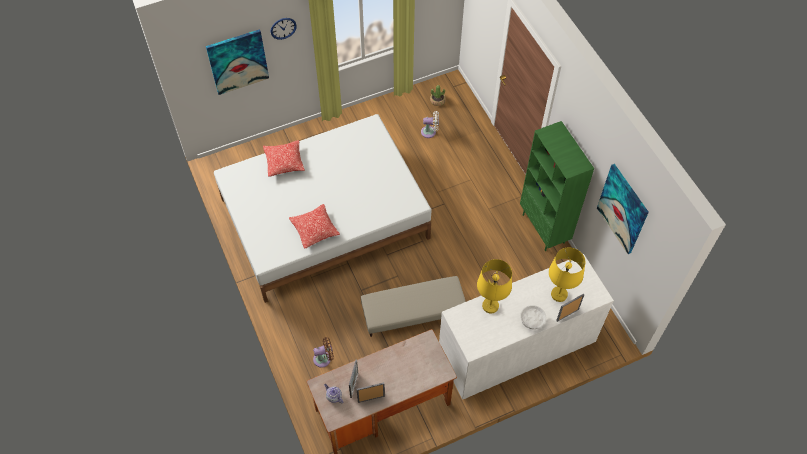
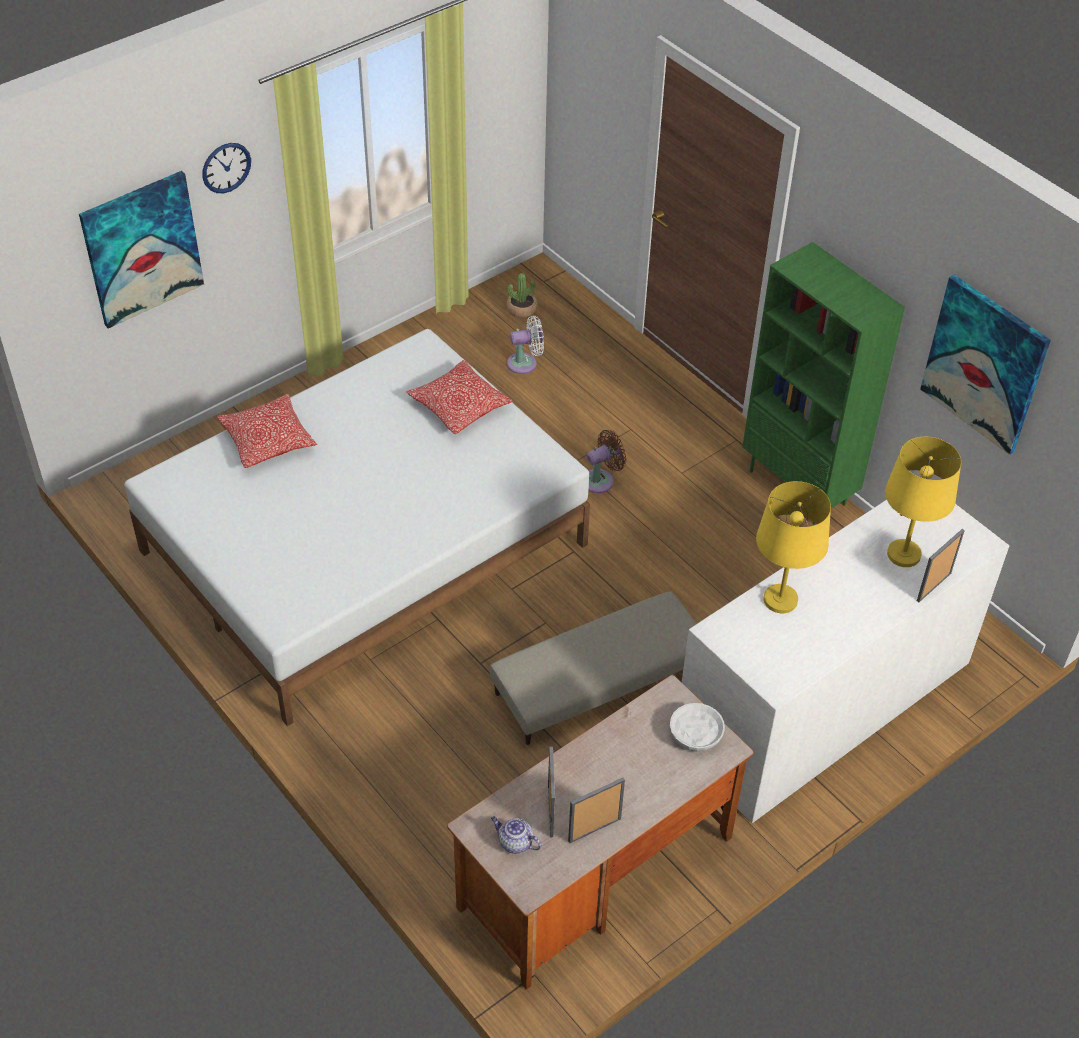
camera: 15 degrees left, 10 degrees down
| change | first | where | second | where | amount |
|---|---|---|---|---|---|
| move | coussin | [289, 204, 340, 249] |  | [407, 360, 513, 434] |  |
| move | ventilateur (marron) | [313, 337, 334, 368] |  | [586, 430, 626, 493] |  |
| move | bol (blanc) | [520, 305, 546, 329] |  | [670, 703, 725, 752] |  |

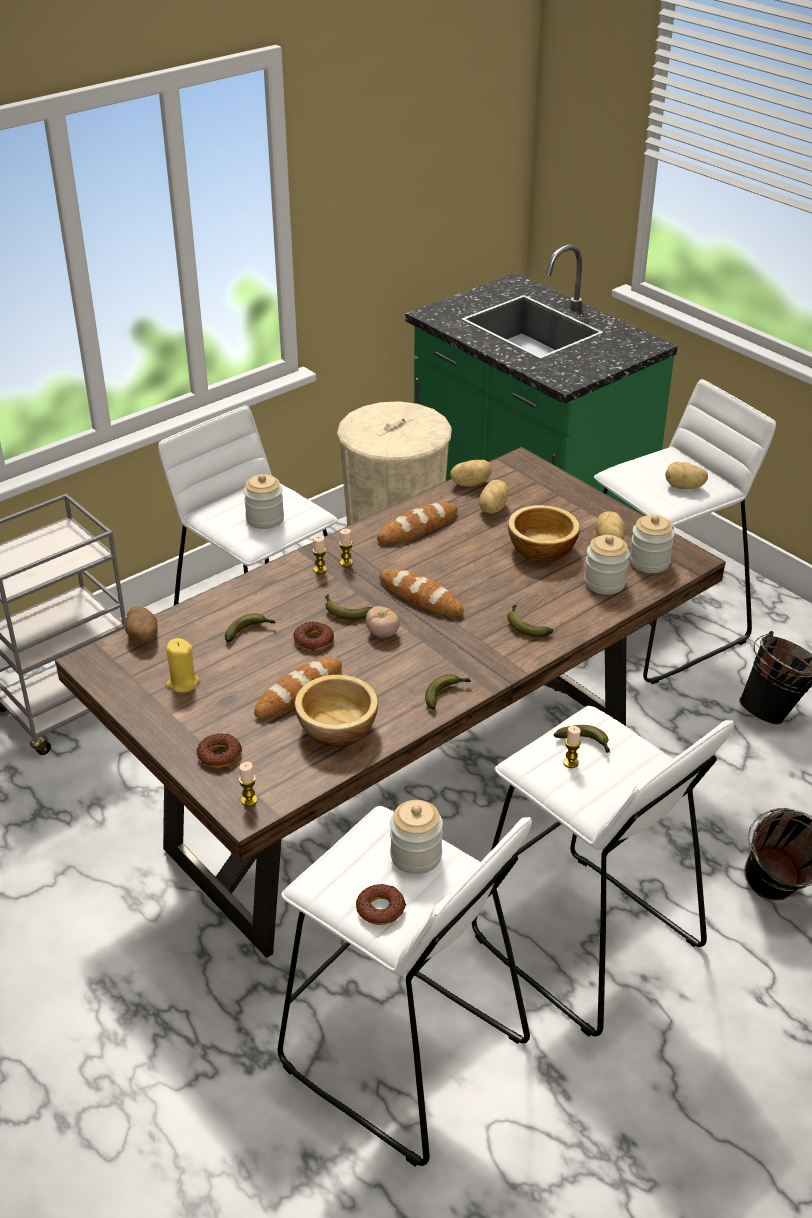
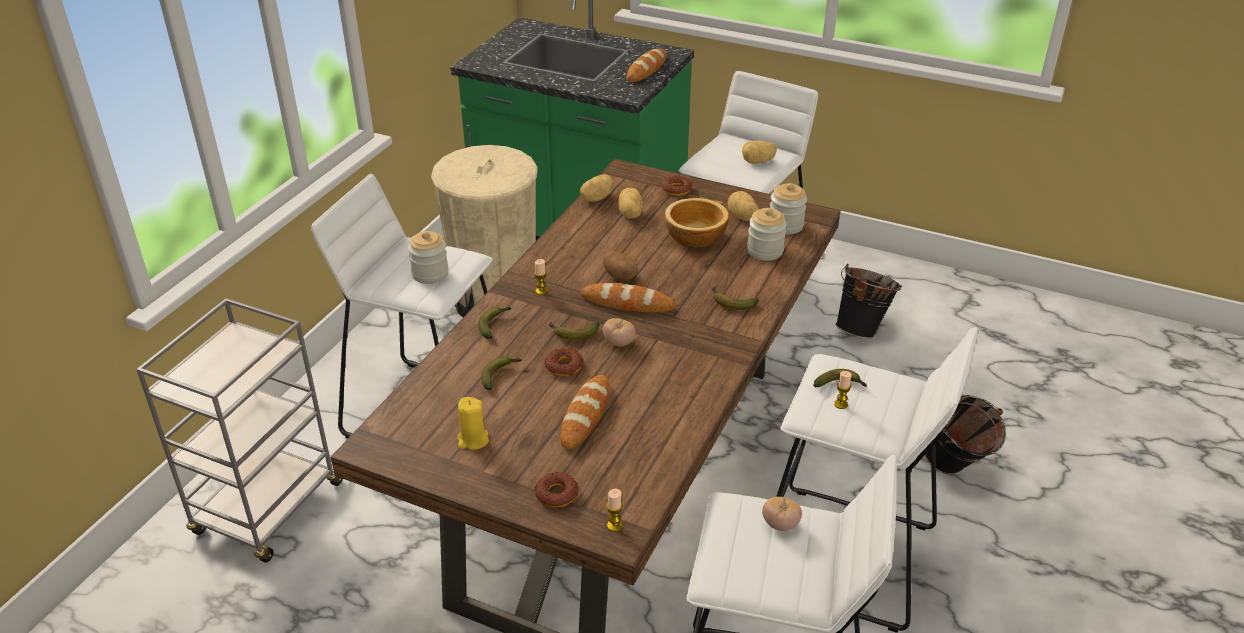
camera: 25 degrees left, 0 degrees up
| change | first | where | second | where | amount |
|---|---|---|---|---|---|
| move | pomme de terre | [125, 607, 158, 643] |  | [603, 251, 638, 280] |  |
| delete | bol | [295, 675, 378, 747] |  |  |  |
| delete | bougie | [313, 535, 327, 574] |  |  |  |
| move | beignet | [356, 884, 406, 925] |  | [662, 175, 693, 196] |  |
| move | pain | [377, 503, 458, 544] |  | [626, 49, 667, 82] |  |
| replace | bocal | [390, 800, 443, 874] | tomate | [762, 497, 802, 531] |  |
| move | banane | [425, 674, 471, 710] |  | [478, 307, 511, 339] |  |

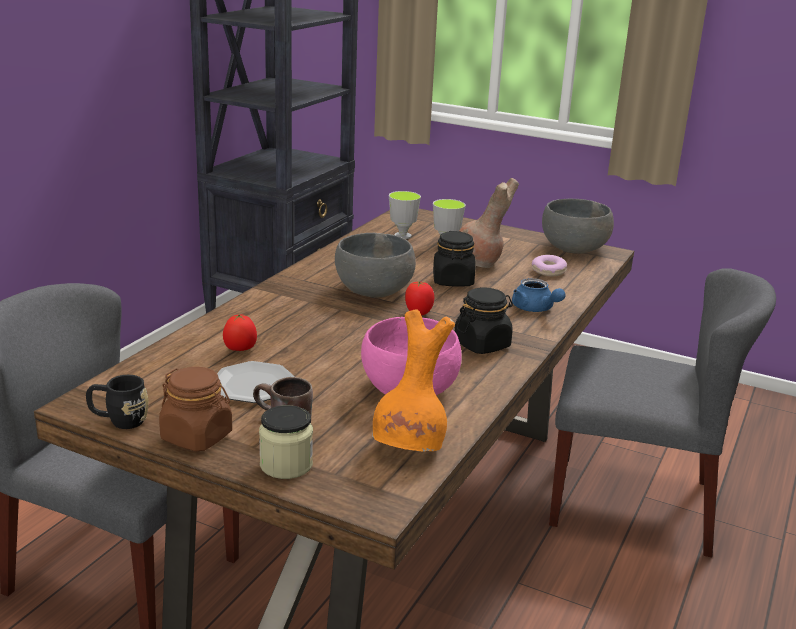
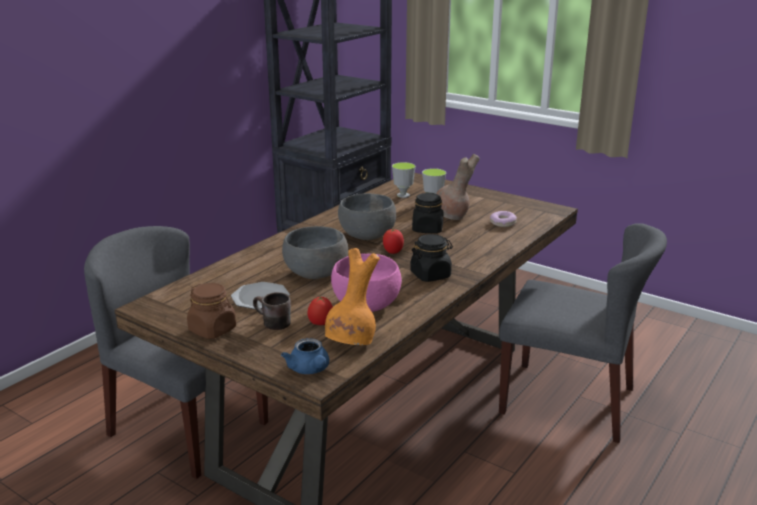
camera: 10 degrees right, 0 degrees up
| change | first | where | second | where | amount |
|---|---|---|---|---|---|
| delete | mug (noir) | [86, 375, 148, 429] |  |  |  |
| move | tomate | [223, 314, 257, 351] |  | [307, 296, 333, 325] |  |
| delete | bocal | [259, 405, 313, 479] |  |  |  |
| move | théière (bleu) | [512, 278, 566, 312] |  | [281, 338, 329, 374] |  |
| move | bol (gris) | [542, 199, 614, 254] |  | [282, 226, 348, 279] |  |

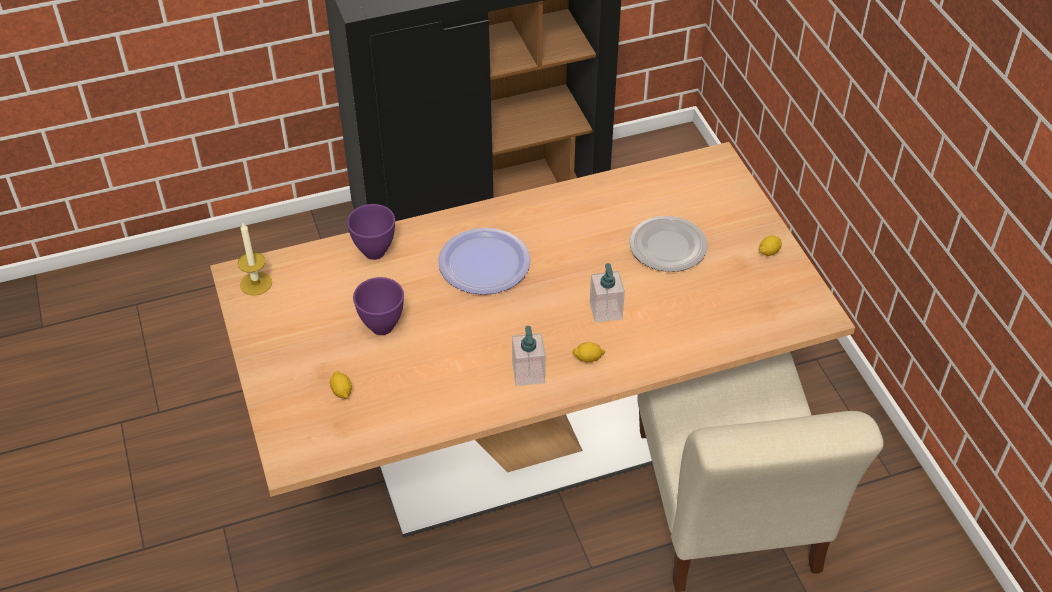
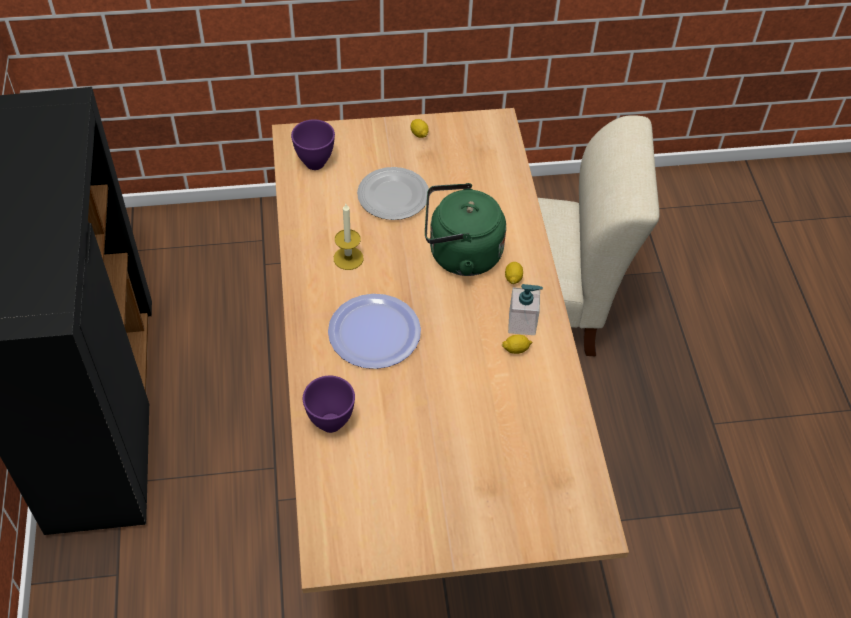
camera: 80 degrees left, 5 degrees up
| change | first | where | second | where | amount |
|---|---|---|---|---|---|
| move | bougie | [237, 223, 272, 296] |  | [334, 204, 363, 270] |  |
| move | citron | [330, 371, 352, 399] |  | [502, 335, 532, 354] |  |
| move | bol (violet) | [353, 277, 404, 335] |  | [291, 119, 335, 170] |  |
| replace | distributeur de savon | [590, 263, 625, 323] | bouilloire (vert) | [425, 183, 506, 276] |  |

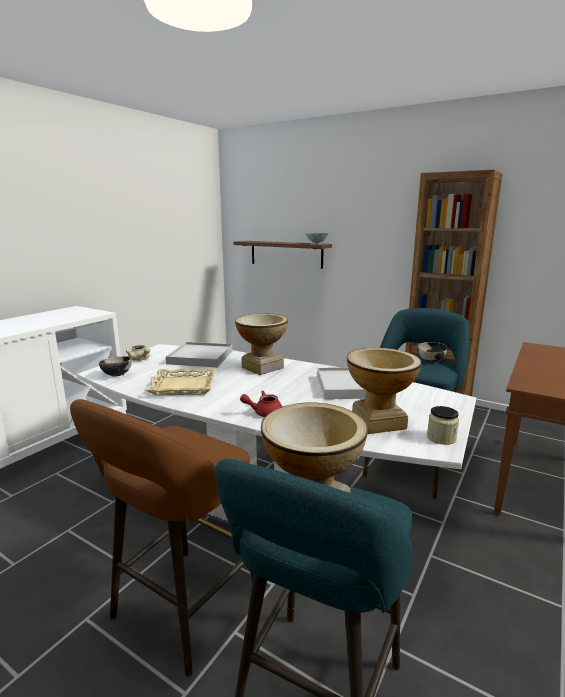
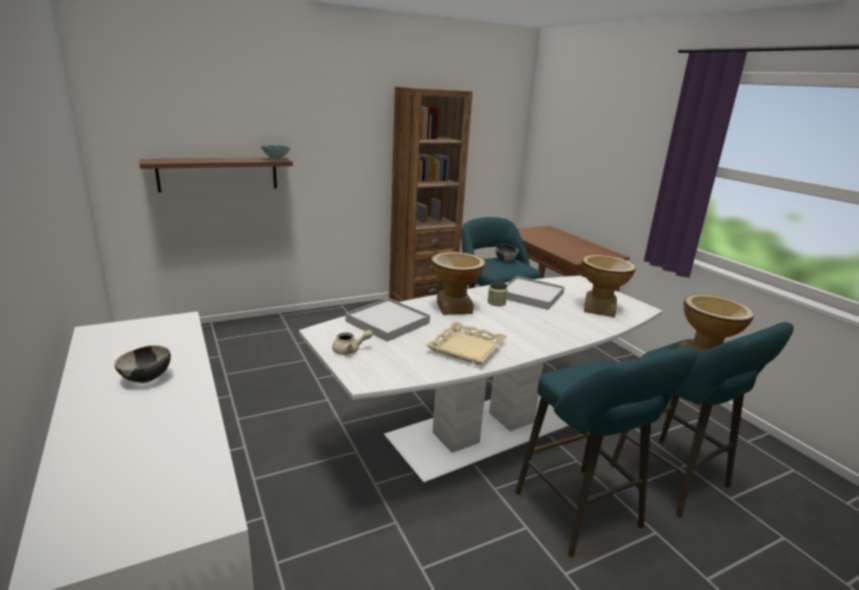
camera: 60 degrees left, 5 degrees up
| change | first | where | second | where | amount |
|---|---|---|---|---|---|
| recolor | tabouret (marron) | [70, 399, 254, 677] | tabouret (turquoise) | [515, 347, 698, 557] |  |
| move | bol | [99, 356, 132, 377] |  | [114, 345, 171, 383] |  |
| delete | théière (rouge) | [240, 391, 282, 417] |  |  |  |
| move | bocal | [427, 406, 459, 445] |  | [487, 281, 508, 306] |  |

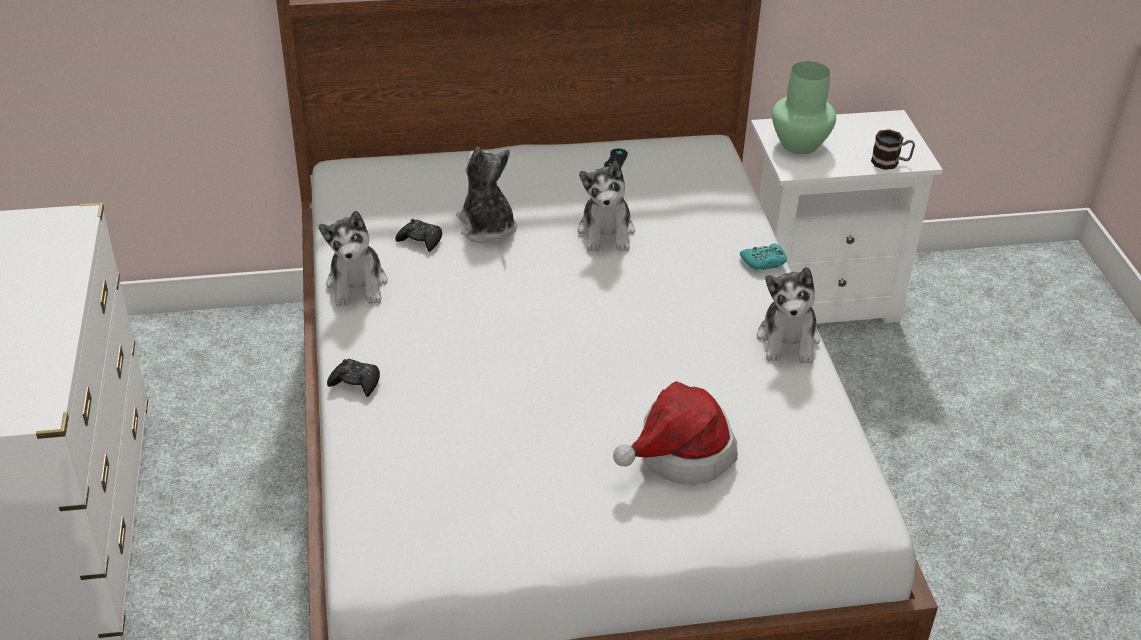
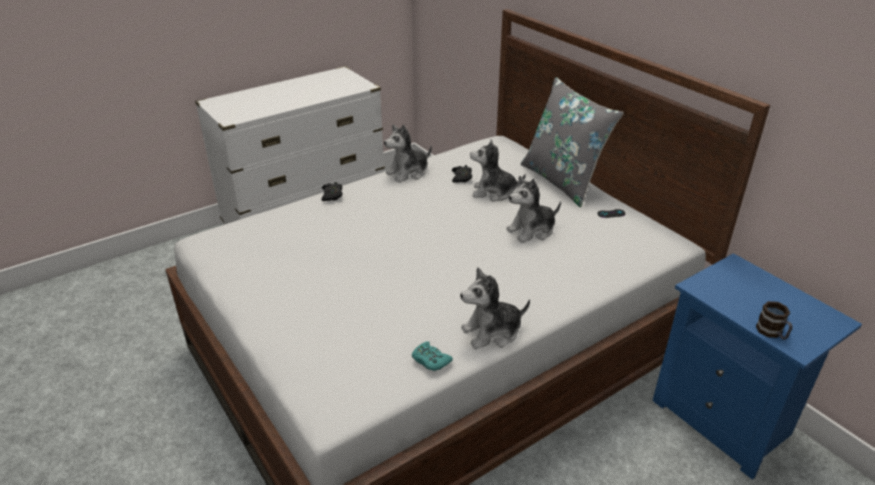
camera: 65 degrees right, 5 degrees down
| change | first | where | second | where | amount |
|---|---|---|---|---|---|
| rotate | peluche | [456, 147, 517, 243] |  | [470, 139, 526, 201] | 120 degrees counterclockwise |
| delete | chapeau | [613, 381, 738, 485] |  |  |  |
| move | manette (turquoise) | [740, 244, 787, 270] |  | [412, 341, 453, 371] |  |
| recolor | table de chevet (blanc) | [751, 110, 943, 324] | table de chevet (bleu) | [652, 253, 862, 480] |  |
| delete | vase (vert) | [772, 61, 836, 154] |  |  |  |
| insert |  |  | coussin (gris) | [521, 77, 623, 207] |  |

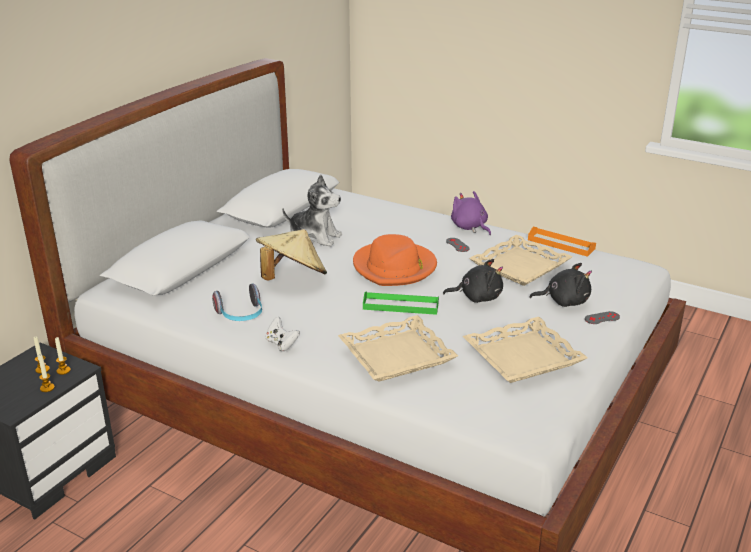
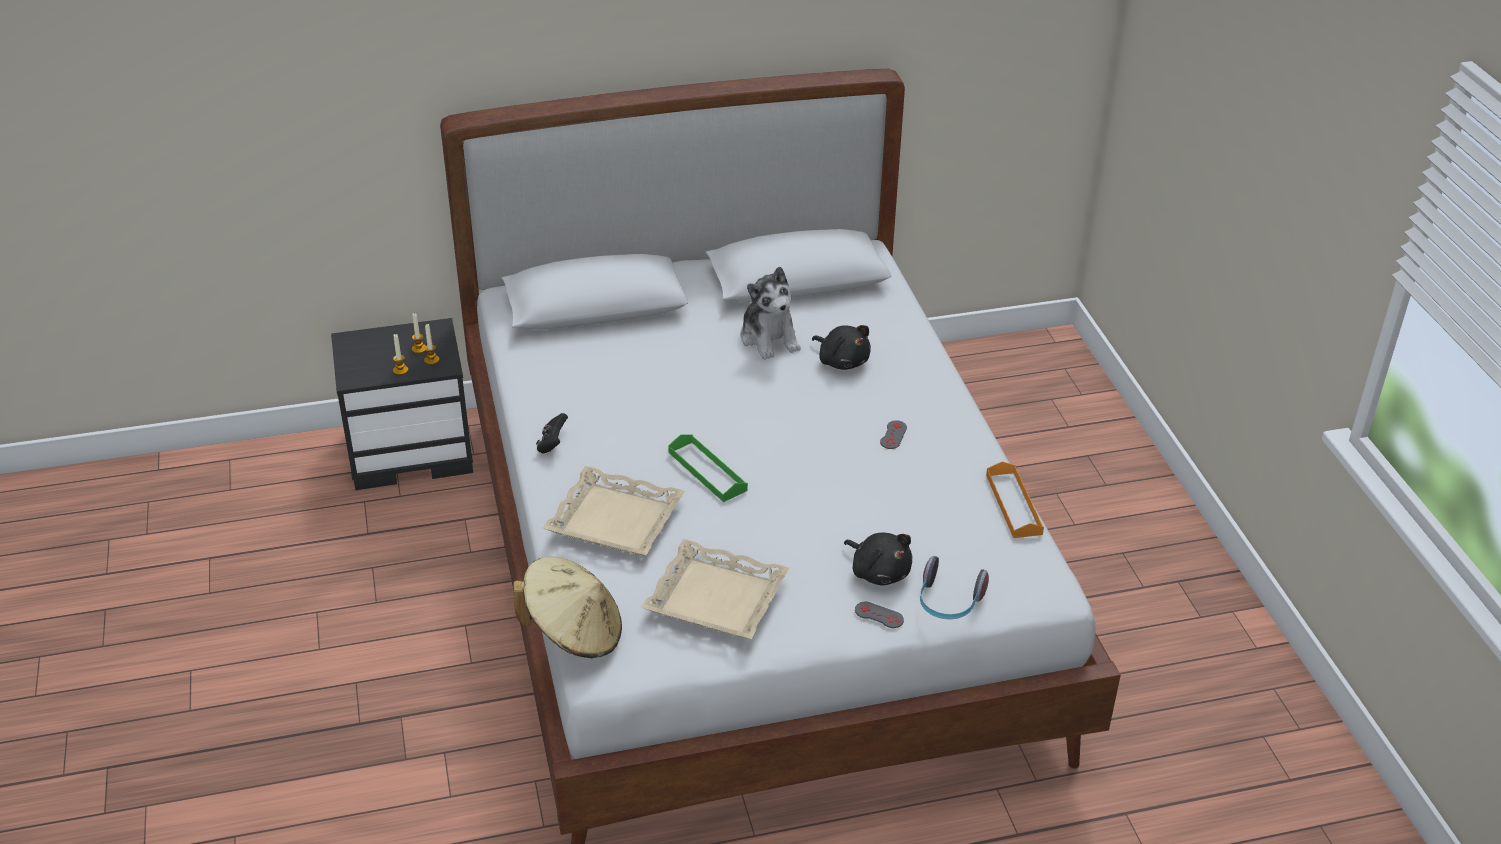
camera: 45 degrees right, 10 degrees up
| change | first | where | second | where | amount |
|---|---|---|---|---|---|
| move | casque audio | [212, 284, 262, 321] |  | [920, 556, 989, 619] |  |
| move | chapeau (beige) | [256, 229, 327, 280] |  | [513, 557, 622, 658] |  |
| recolor | manette (blanc) | [265, 316, 300, 351] | manette (noir) | [536, 413, 568, 453] |  |
| delete | chapeau (orange) | [353, 234, 437, 286] |  |  |  |
| move | peluche (noir) | [443, 259, 503, 303] |  | [812, 325, 871, 370] |  |
| delete | peluche (violet) | [451, 191, 491, 235] |  |  |  |
| delete | plateau (beige) | [469, 235, 572, 286] |  |  |  |

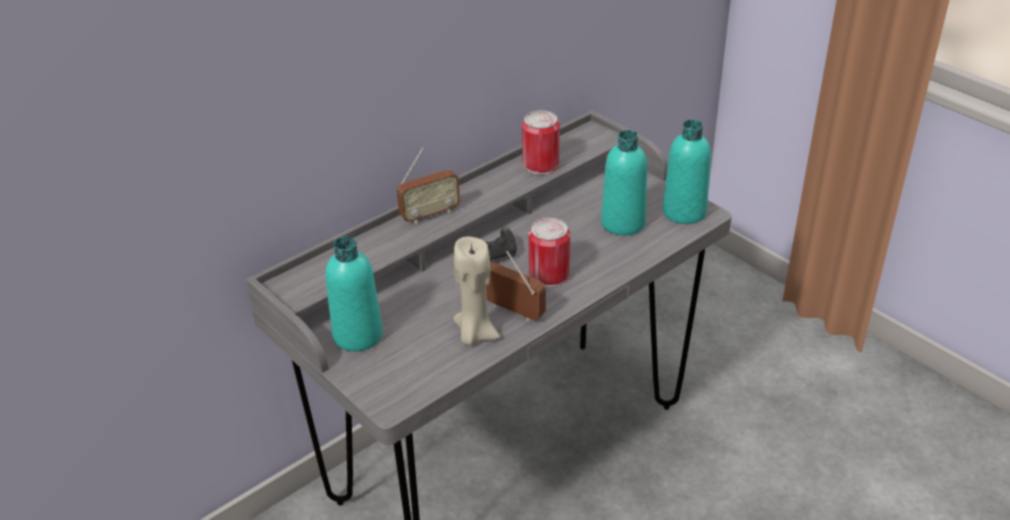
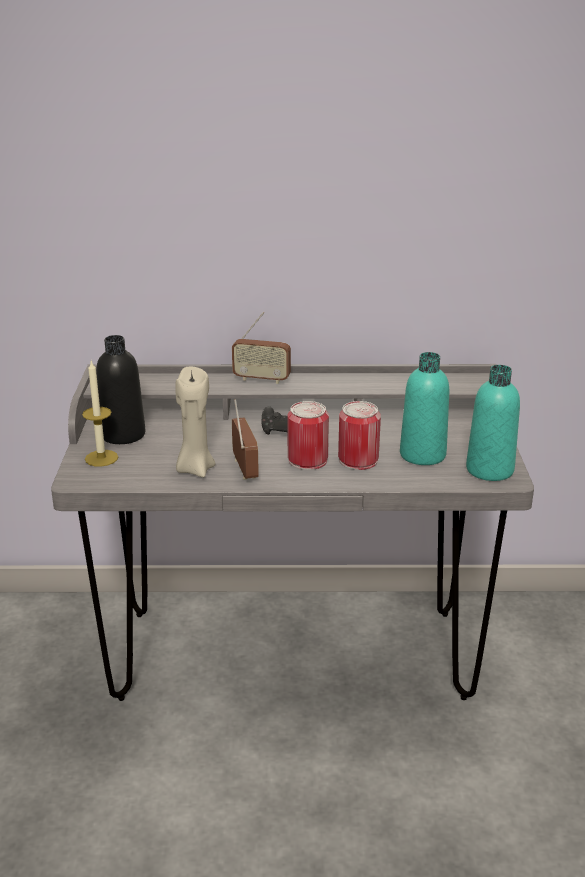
camera: 40 degrees right, 10 degrees down
| change | first | where | second | where | amount |
|---|---|---|---|---|---|
| recolor | bouteille (turquoise) | [326, 237, 383, 351] | bouteille (noir) | [96, 335, 145, 444] |  |
| move | boîte métallique | [522, 111, 560, 174] |  | [338, 401, 381, 470] |  |
| insert |  |  | bougie | [82, 361, 118, 467] |  |

